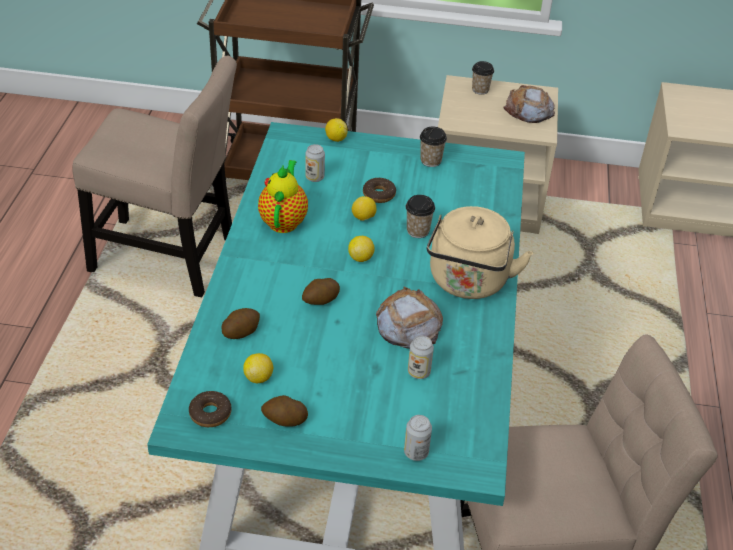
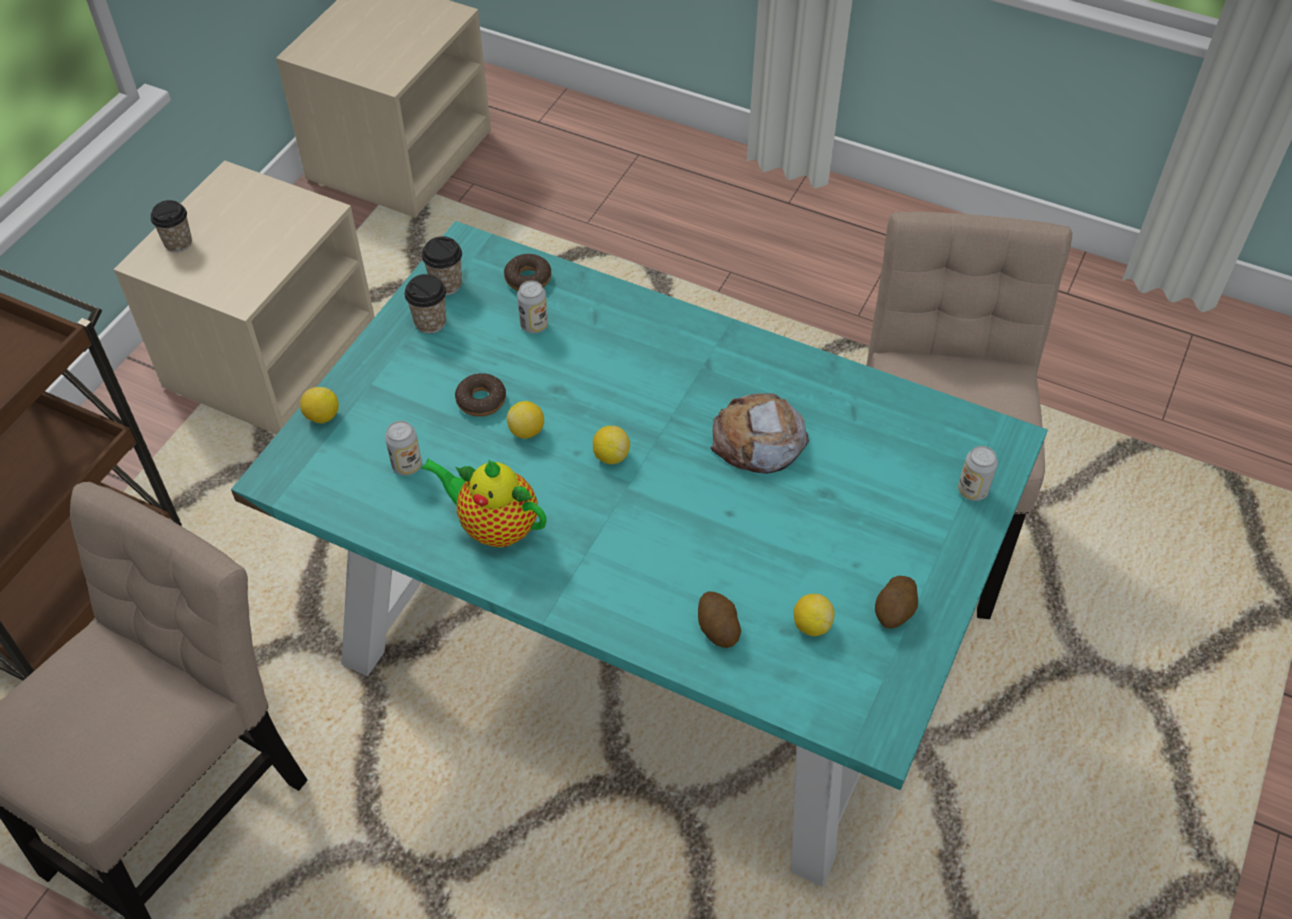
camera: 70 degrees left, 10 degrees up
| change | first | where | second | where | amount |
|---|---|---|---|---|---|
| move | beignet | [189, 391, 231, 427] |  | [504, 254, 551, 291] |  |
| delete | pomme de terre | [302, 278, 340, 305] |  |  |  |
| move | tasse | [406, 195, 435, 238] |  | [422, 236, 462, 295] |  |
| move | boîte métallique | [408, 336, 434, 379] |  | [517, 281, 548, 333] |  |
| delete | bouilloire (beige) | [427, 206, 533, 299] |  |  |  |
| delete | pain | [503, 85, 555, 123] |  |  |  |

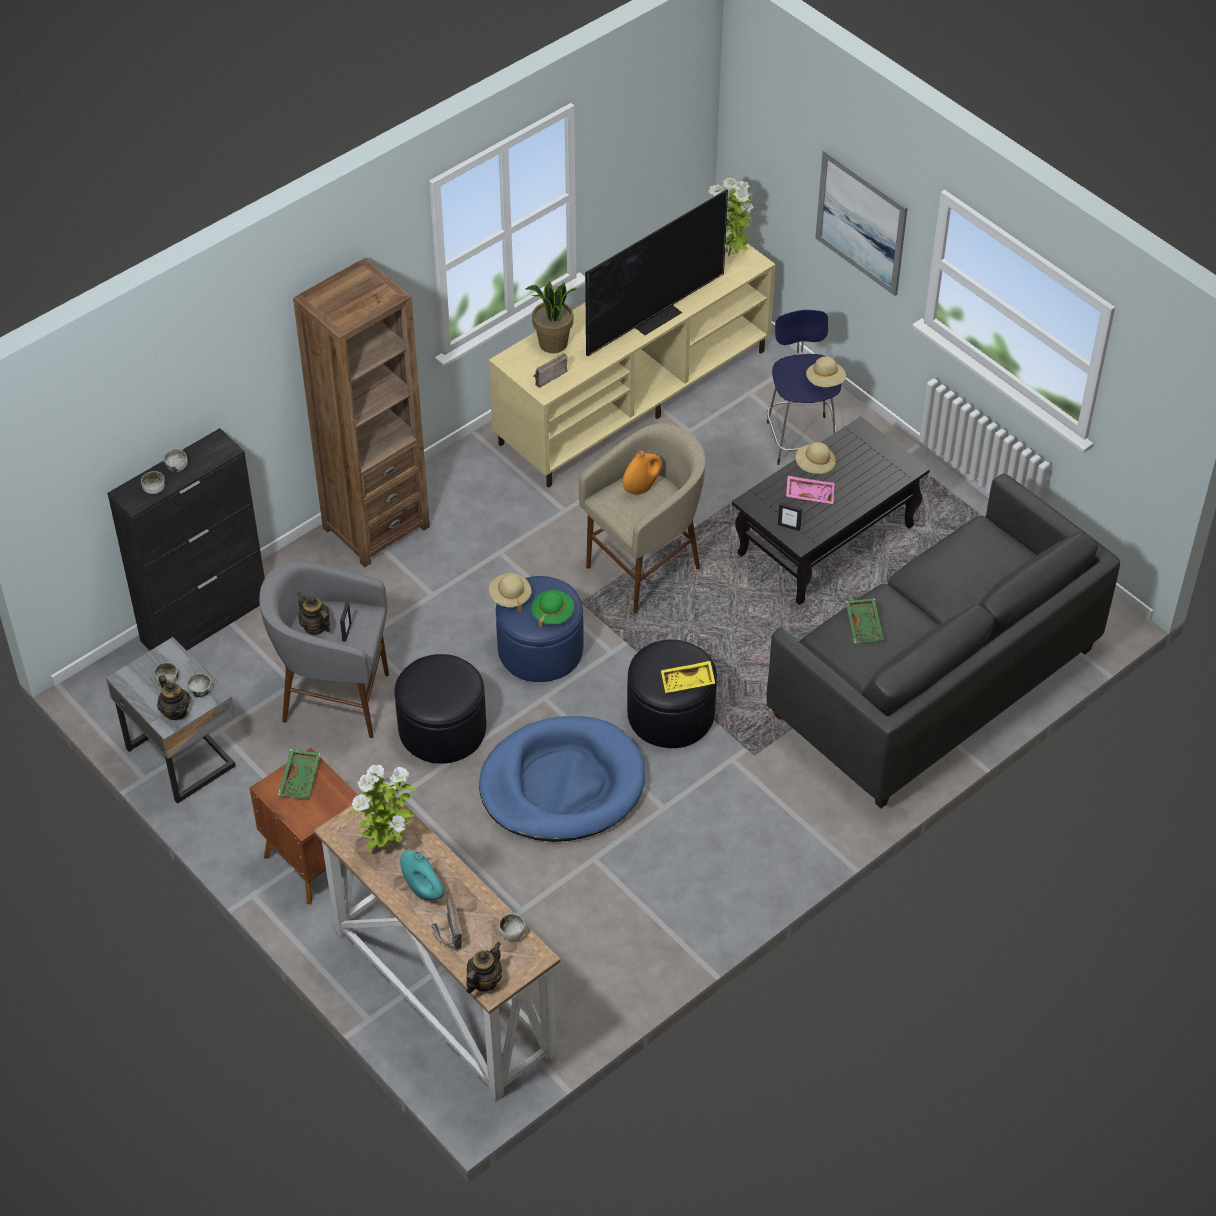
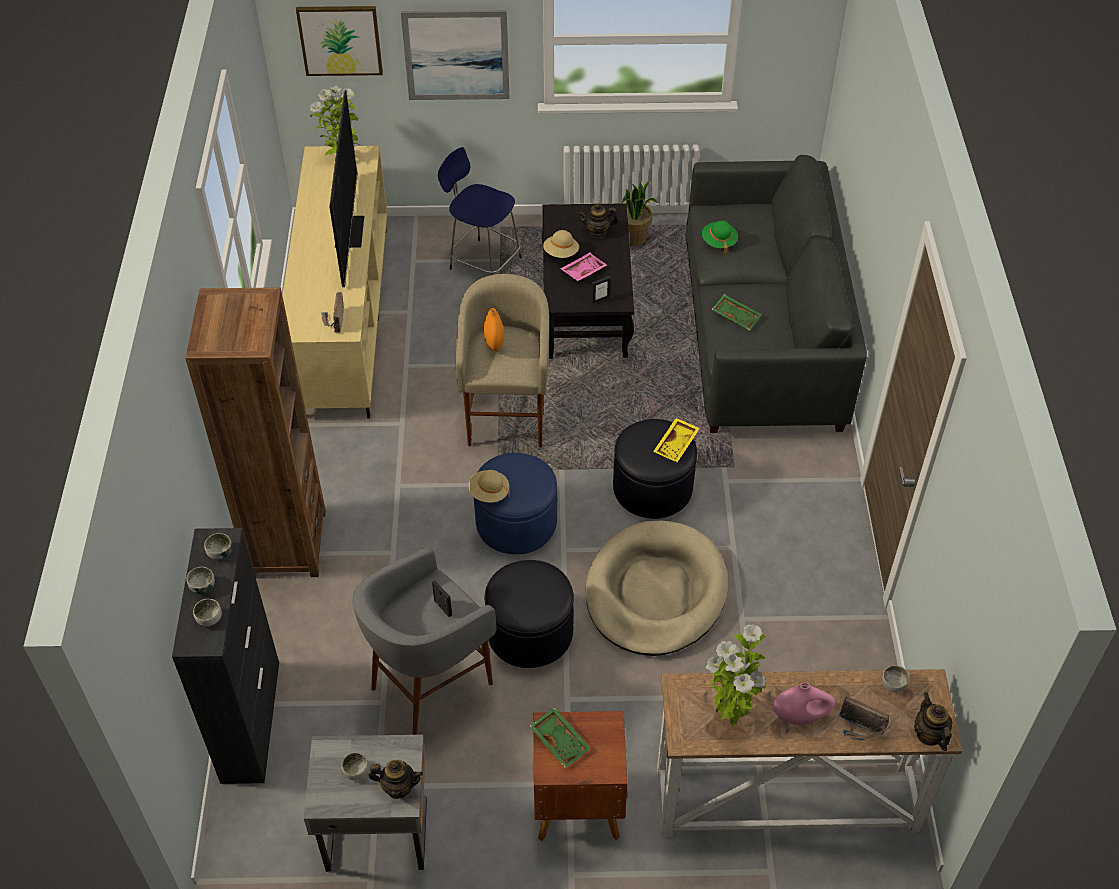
camera: 50 degrees left, 0 degrees up
| change | first | where | second | where | amount |
|---|---|---|---|---|---|
| move | bol | [187, 673, 211, 697] |  | [204, 533, 232, 559] |  |
| move | théière | [297, 592, 331, 635] |  | [578, 203, 618, 238] |  |
| recolor | vase (turquoise) | [400, 850, 445, 900] | vase (rose) | [773, 683, 835, 726] |  |
| recolor | panier pour chien (bleu) | [479, 716, 645, 842] | panier pour chien (beige) | [585, 521, 728, 656] |  |
| move | plante en pot | [525, 281, 577, 353] |  | [622, 180, 658, 246] |  |
| move | chapeau (vert) | [532, 590, 574, 627] |  | [702, 221, 738, 254] |  |
| delete | chapeau (beige) | [806, 356, 846, 387] |  |  |  |
| insert |  |  | tableau | [296, 6, 383, 76] |  |

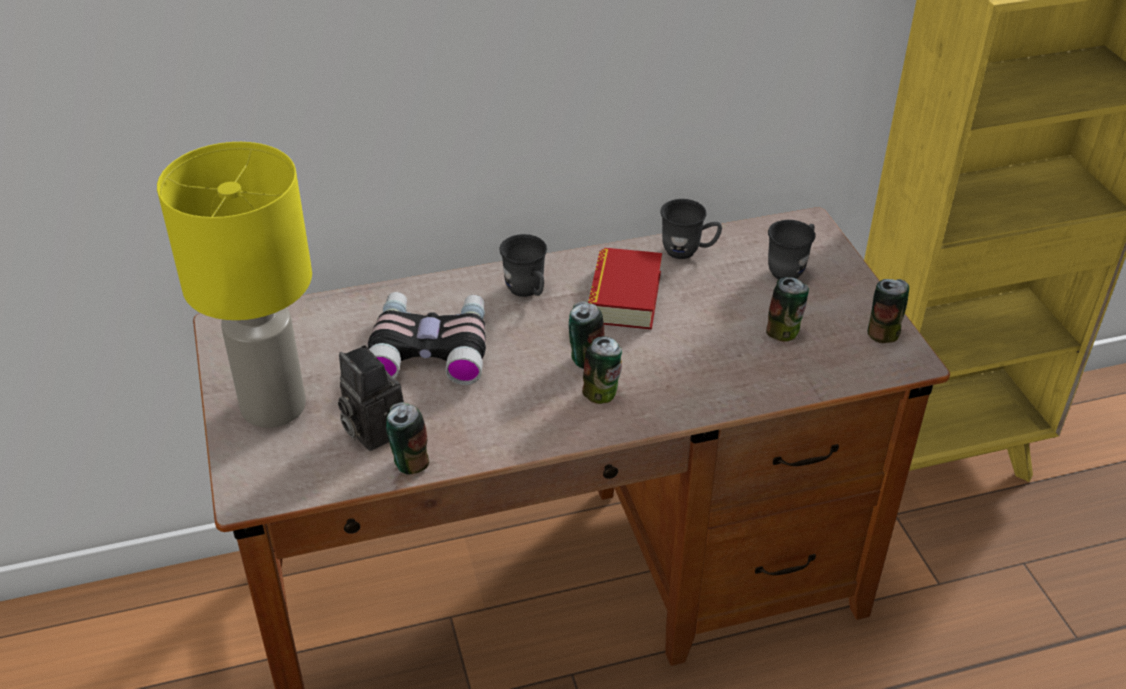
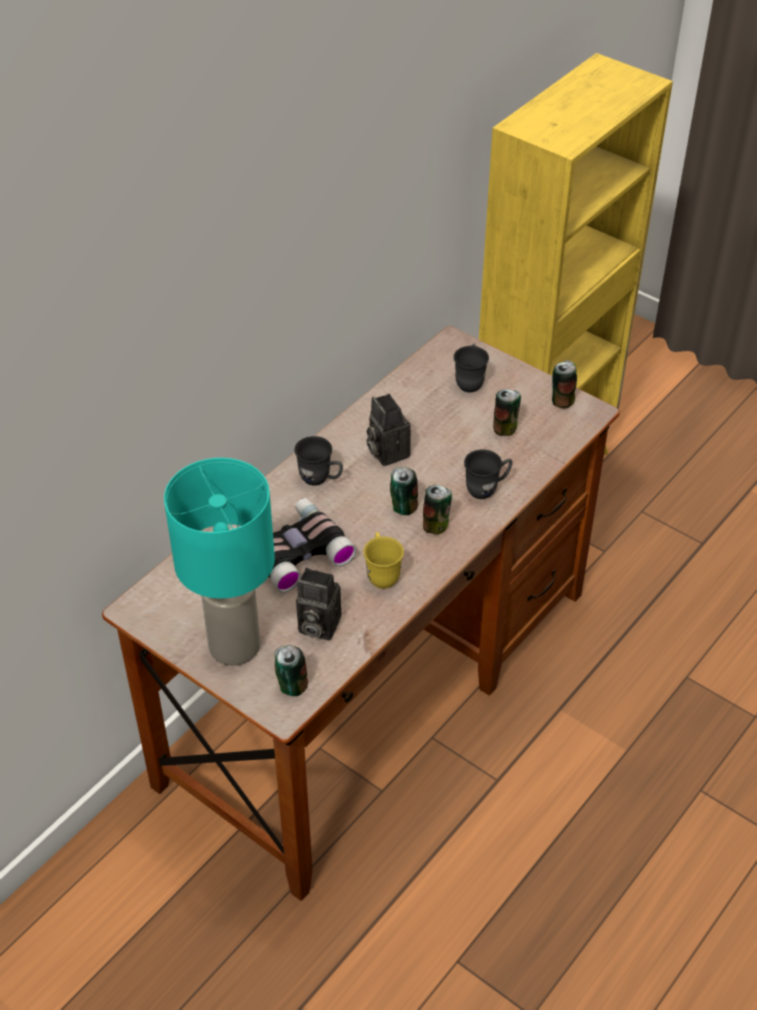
camera: 35 degrees left, 5 degrees up
| change | first | where | second | where | amount |
|---|---|---|---|---|---|
| recolor | lampe de table (jaune) | [157, 142, 312, 428] | lampe de table (turquoise) | [164, 458, 275, 665] |  |
| move | boîte métallique | [386, 402, 429, 475] |  | [275, 645, 308, 696] |  |
| replace | livre | [588, 247, 662, 330] | appareil photo | [367, 394, 411, 466] |  |
| move | mug (gris) | [661, 199, 722, 259] |  | [464, 450, 513, 499] |  |
| insert |  |  | mug (jaune) | [363, 532, 404, 589] |  |

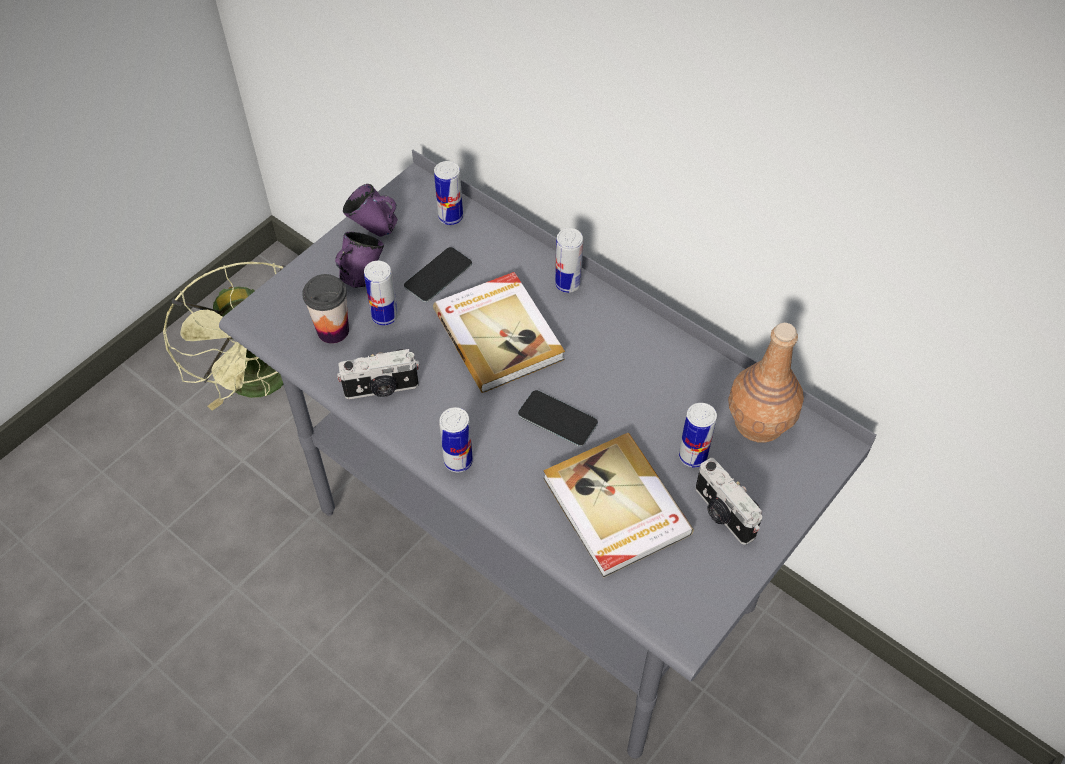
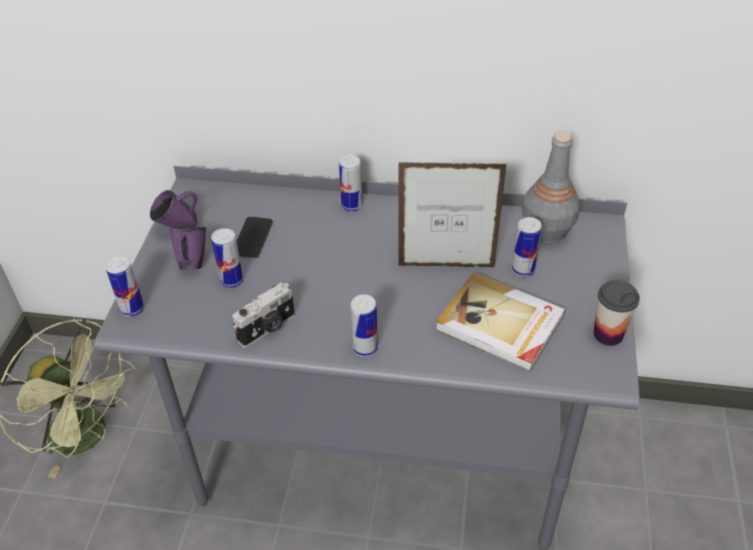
camera: 30 degrees left, 10 degrees down
| change | first | where | second | where | amount |
|---|---|---|---|---|---|
| move | tasse | [302, 274, 349, 344] |  | [593, 280, 640, 346] |  |
| delete | livre | [433, 272, 565, 393] |  |  |  |
| move | boîte métallique | [434, 161, 463, 225] |  | [105, 256, 144, 316] |  |
| delete | téléphone | [518, 390, 598, 447] |  |  |  |
| delete | appareil photo | [696, 458, 762, 545] |  |  |  |
| recolor | bouteille (marron) | [728, 323, 804, 442] | bouteille (gris) | [522, 131, 580, 244] |  |
| insert |  |  | cadre photo | [398, 162, 507, 267] |  |

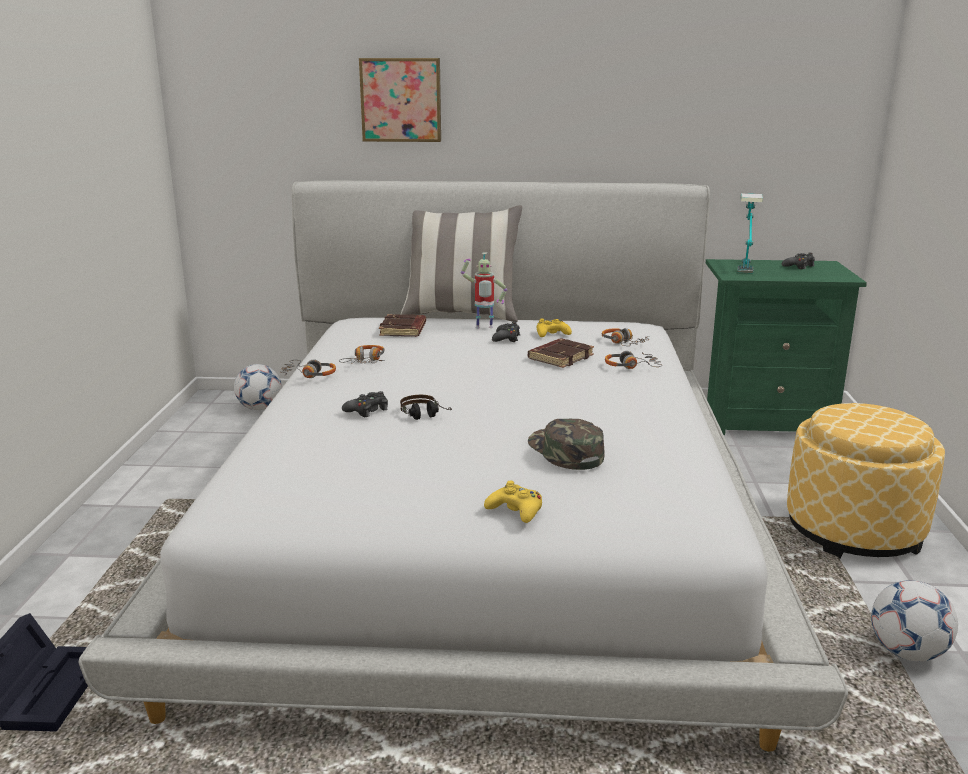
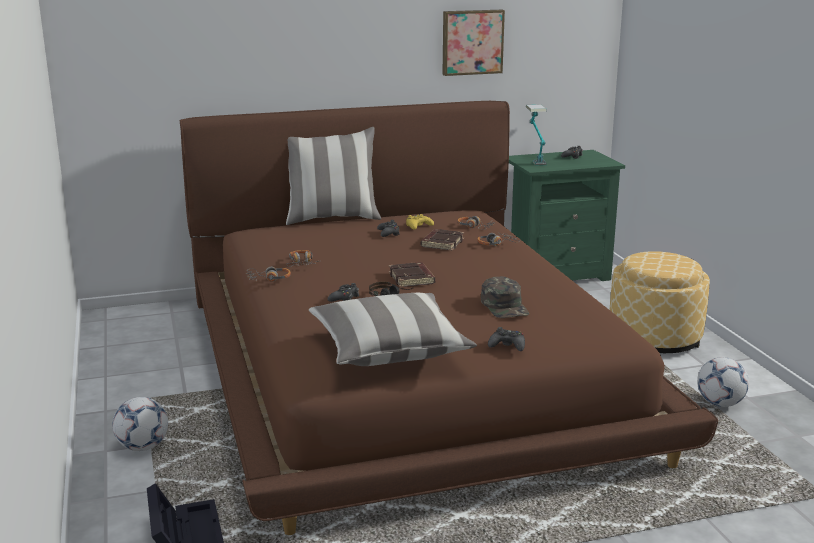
camera: 20 degrees left, 0 degrees up
| change | first | where | second | where | amount |
|---|---|---|---|---|---|
| recolor | lit (blanc) | [79, 181, 848, 752] | lit (marron) | [180, 101, 718, 535] |  |
| move | ballon de foot | [234, 364, 282, 410] |  | [113, 397, 168, 451] |  |
| move | tableau | [359, 58, 441, 142] |  | [442, 10, 505, 76] |  |
| move | livre (marron) | [379, 314, 426, 337] |  | [389, 262, 436, 287] |  |
| delete | robot jouet | [461, 253, 507, 328] |  |  |  |
| recolor | manette (jaune) | [484, 481, 542, 523] | manette (noir) | [488, 327, 525, 351] |  |
| rotate | casquette (vert) | [528, 419, 605, 470] |  | [481, 276, 529, 318] | 150 degrees counterclockwise |
| insert |  |  | coussin | [309, 293, 477, 366] |  |

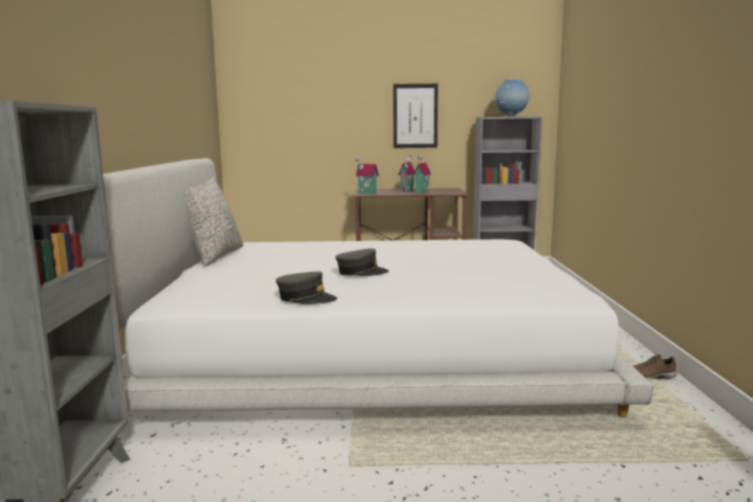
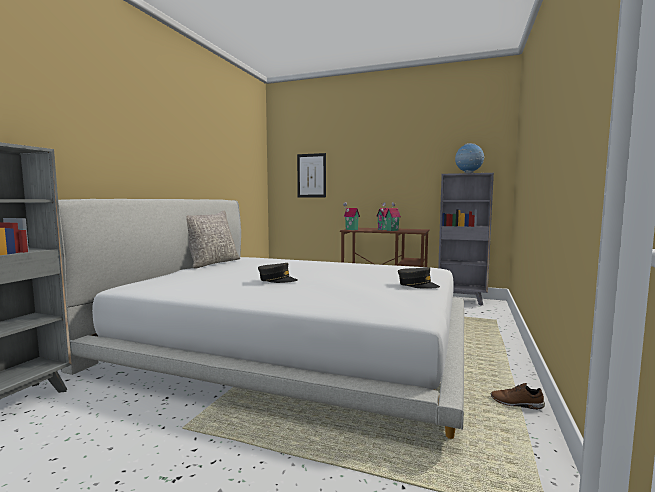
camera: 20 degrees right, 5 degrees down
| change | first | where | second | where | amount |
|---|---|---|---|---|---|
| move | casquette (gris) | [276, 271, 337, 304] |  | [398, 267, 440, 288] |  |
| move | tableau | [393, 84, 438, 148] |  | [297, 153, 326, 197] |  |

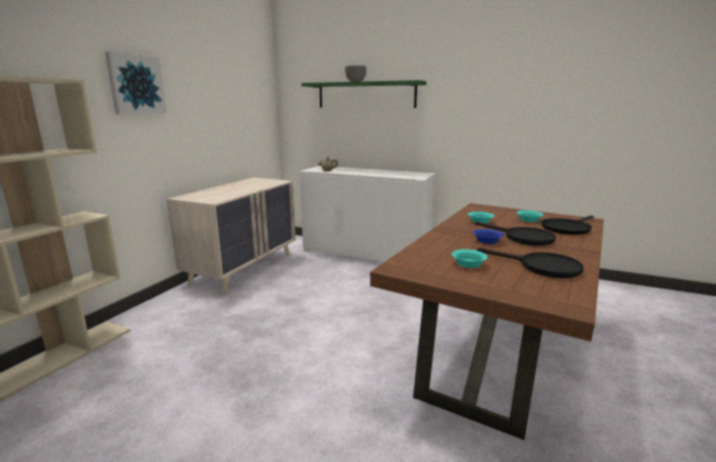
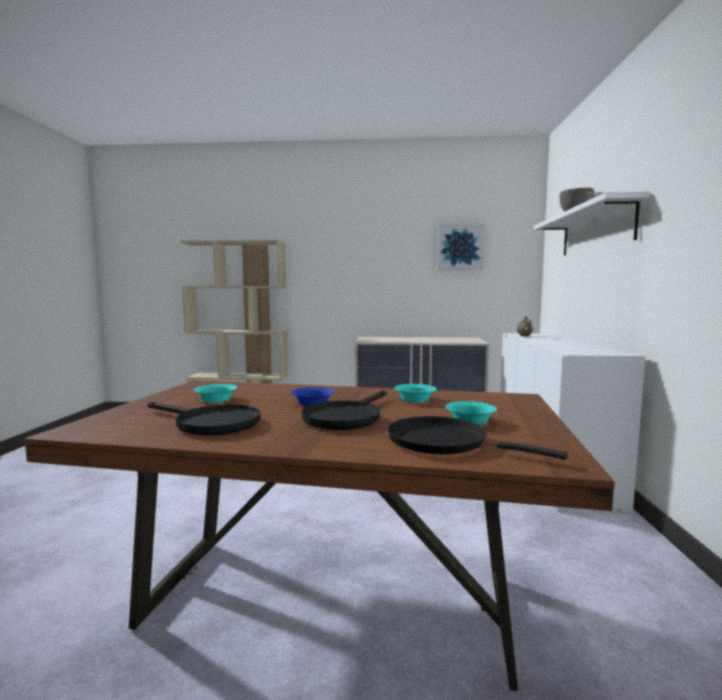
camera: 70 degrees right, 10 degrees down
| change | first | where | second | where | amount |
|---|---|---|---|---|---|
| move | tableau | [105, 52, 167, 115] |  | [438, 224, 485, 270] |  |
| recolor | étagère (vert) | [301, 80, 427, 108] | étagère (blanc) | [534, 191, 649, 255] |  |
| rotate | poêle (noir) | [477, 248, 584, 278] |  | [148, 402, 261, 436] | 75 degrees counterclockwise |

